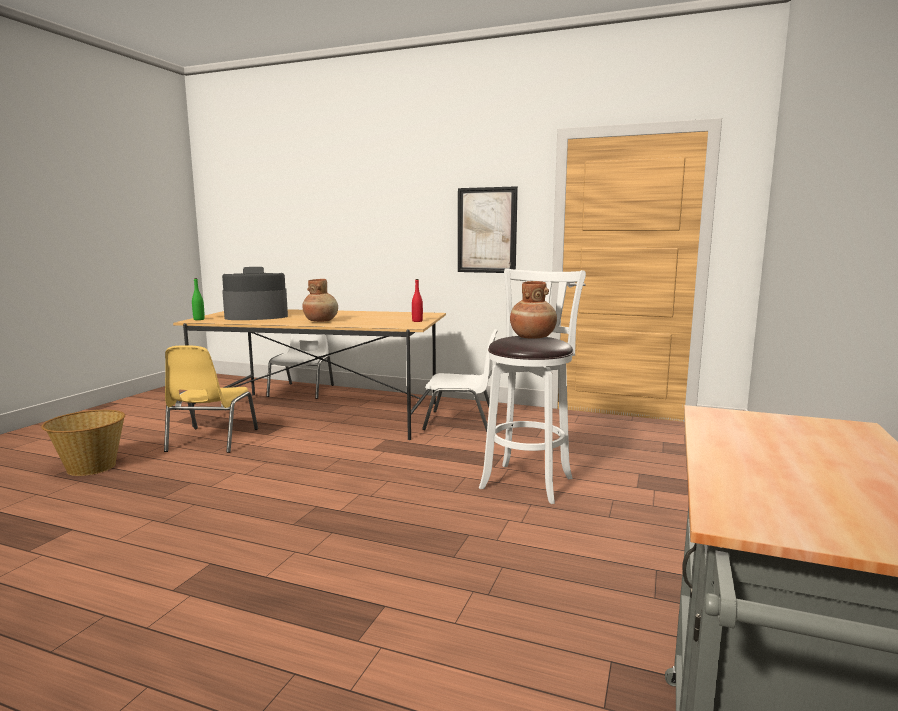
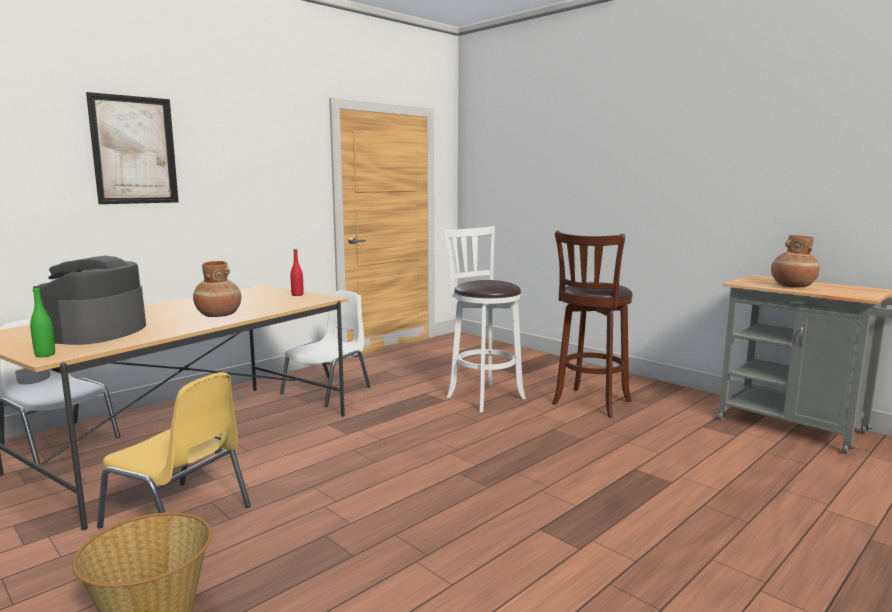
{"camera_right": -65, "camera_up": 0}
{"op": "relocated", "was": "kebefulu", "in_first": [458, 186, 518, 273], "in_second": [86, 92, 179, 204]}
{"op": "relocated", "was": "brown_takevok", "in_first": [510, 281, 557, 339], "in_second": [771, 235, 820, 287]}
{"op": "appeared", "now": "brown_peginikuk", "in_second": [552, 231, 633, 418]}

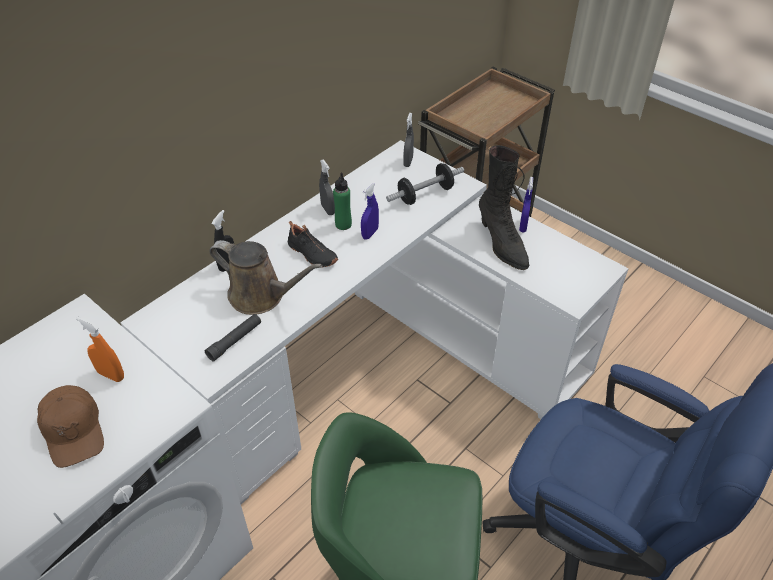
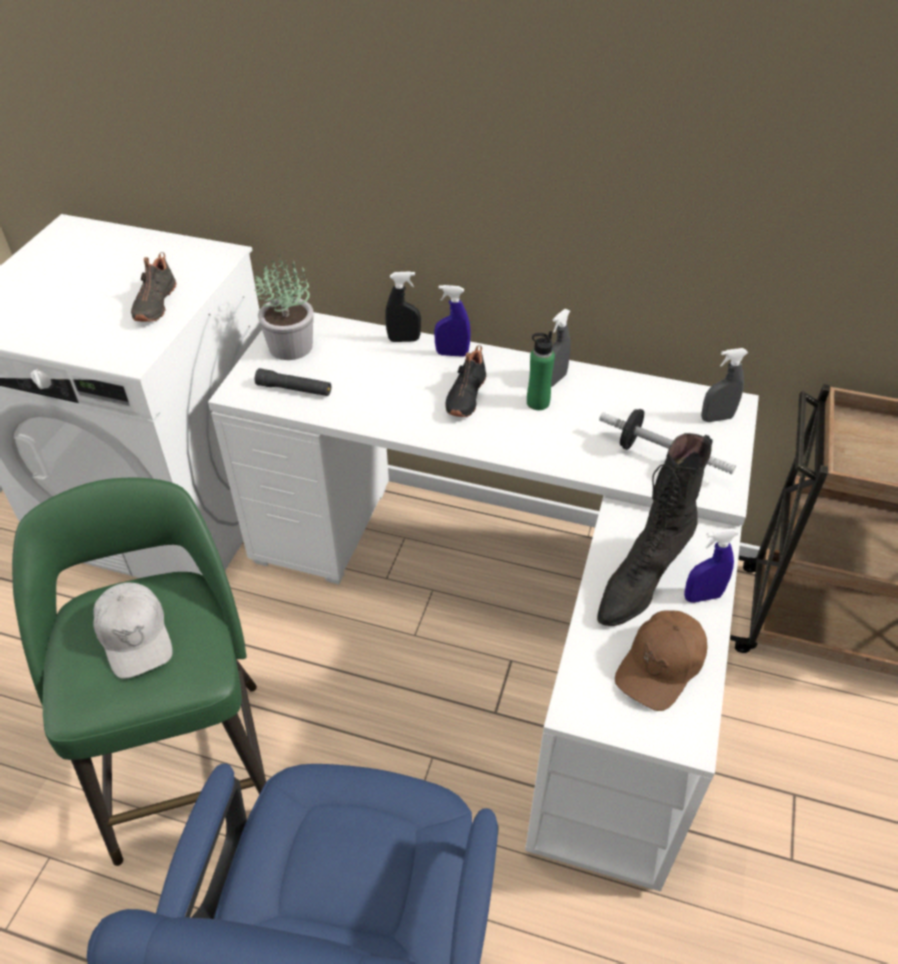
{"camera_right": 65, "camera_up": 0}
{"op": "relocated", "was": "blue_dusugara", "in_first": [361, 183, 379, 240], "in_second": [434, 285, 470, 357]}
{"op": "missing", "was": "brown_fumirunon", "in_first": [209, 240, 323, 315]}
{"op": "exchanged", "was": "orange_dusugara", "now": "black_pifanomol", "in_first": [76, 317, 124, 382], "in_second": [131, 252, 177, 322]}
{"op": "relocated", "was": "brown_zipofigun", "in_first": [37, 385, 104, 468], "in_second": [615, 611, 708, 711]}
{"op": "appeared", "now": "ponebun", "in_second": [254, 255, 313, 360]}
{"op": "appeared", "now": "white_zipofigun", "in_second": [93, 582, 173, 679]}

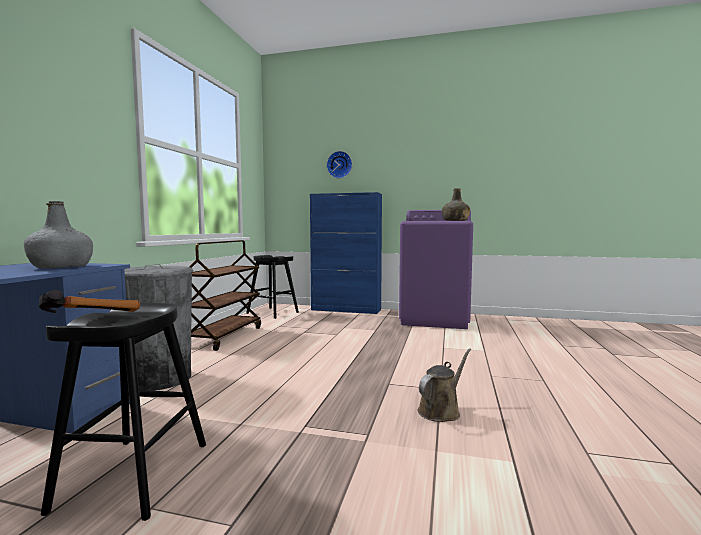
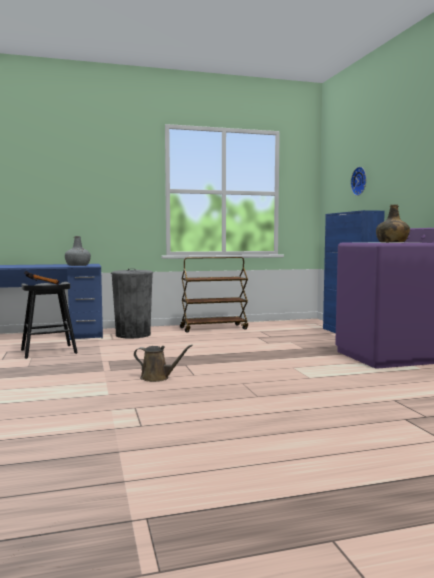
{"camera_right": 60, "camera_up": 0}
{"op": "missing", "was": "black_peginikuk", "in_first": [246, 255, 299, 319]}

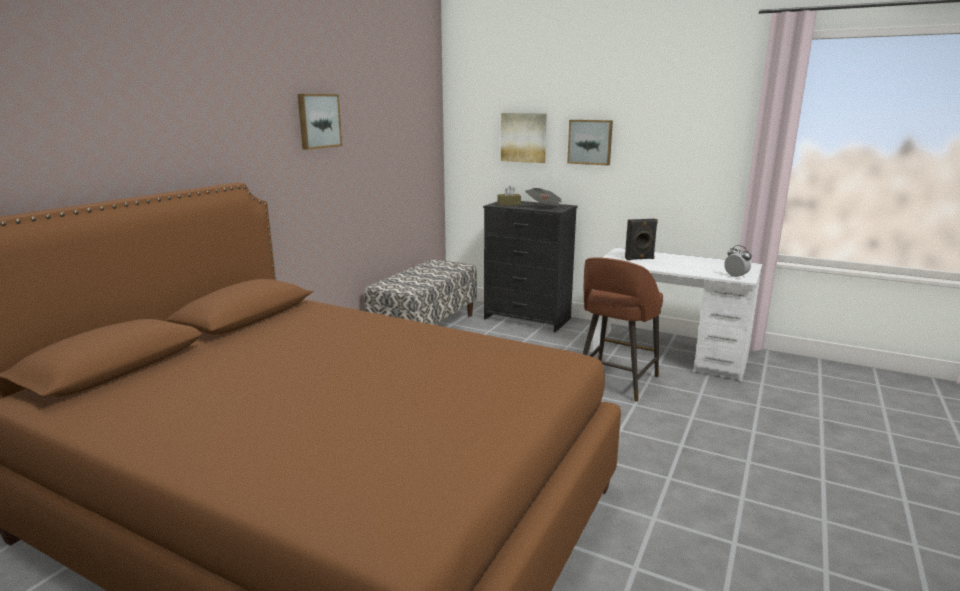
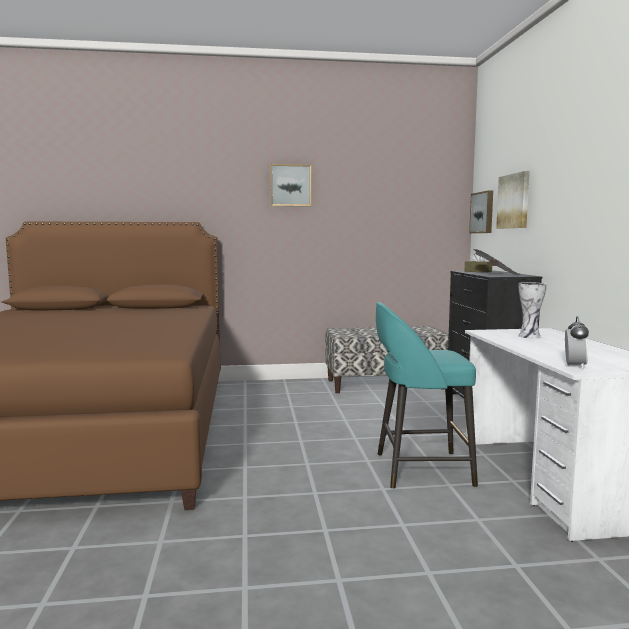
{"camera_right": 55, "camera_up": -10}
{"op": "relocated", "was": "kebefulu", "in_first": [567, 120, 613, 165], "in_second": [469, 190, 493, 233]}
{"op": "exchanged", "was": "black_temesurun", "now": "takevok", "in_first": [625, 219, 658, 260], "in_second": [518, 282, 547, 339]}
{"op": "colour", "was": "brown_peginikuk", "now": "turquoise_peginikuk", "in_first": [583, 257, 663, 402], "in_second": [376, 302, 478, 489]}

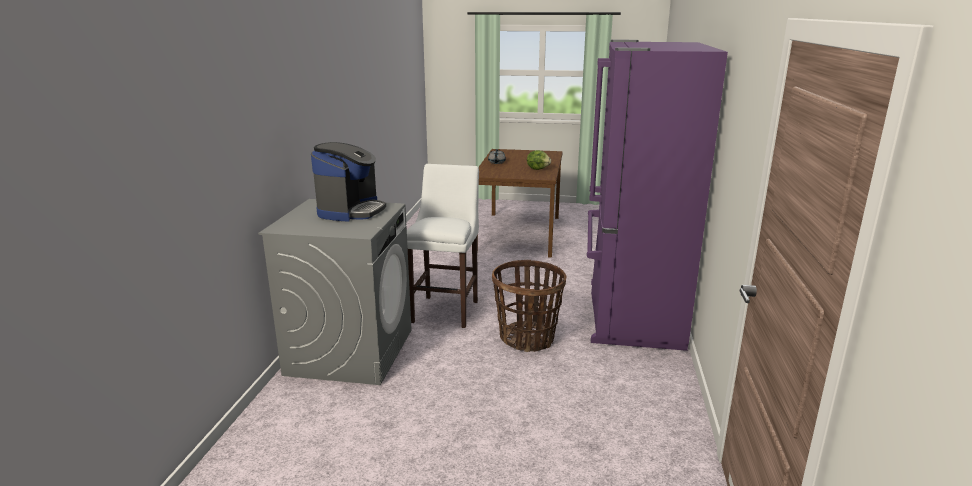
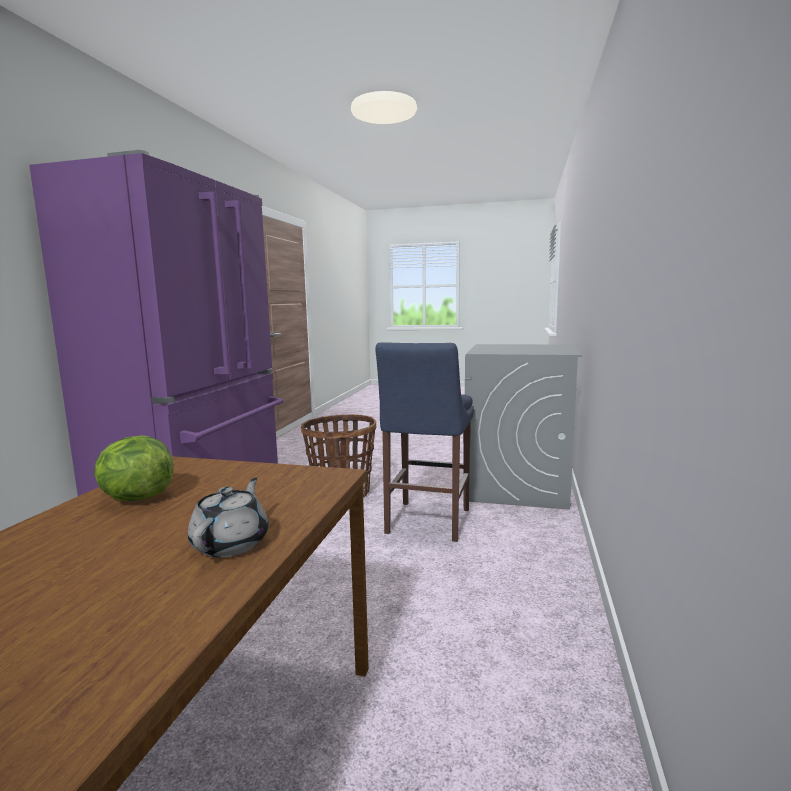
{"camera_right": -175, "camera_up": -10}
{"op": "missing", "was": "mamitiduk", "in_first": [311, 142, 386, 222]}
{"op": "colour", "was": "white_peginikuk", "now": "blue_peginikuk", "in_first": [407, 164, 479, 328], "in_second": [376, 342, 474, 542]}

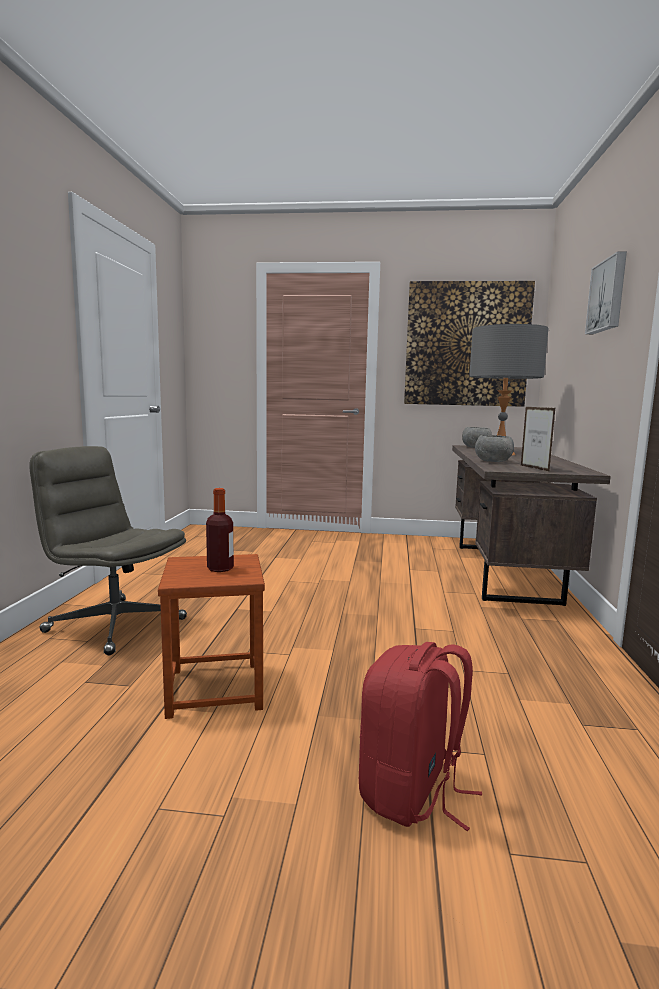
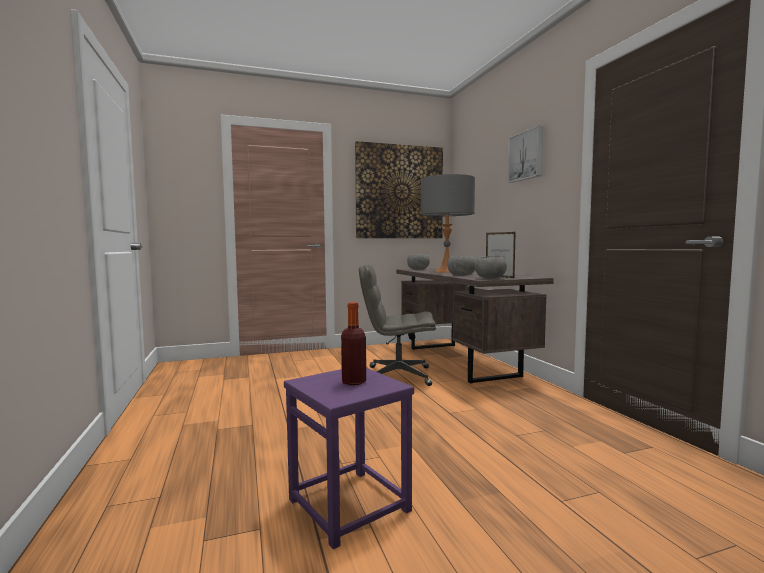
{"camera_right": -25, "camera_up": -5}
{"op": "relocated", "was": "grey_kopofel", "in_first": [29, 446, 187, 655], "in_second": [359, 265, 436, 386]}
{"op": "colour", "was": "brown_peginikuk", "now": "purple_peginikuk", "in_first": [158, 554, 265, 719], "in_second": [284, 368, 414, 549]}
{"op": "missing", "was": "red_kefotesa", "in_first": [359, 642, 482, 831]}
{"op": "appeared", "now": "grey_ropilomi", "in_second": [475, 256, 507, 279]}

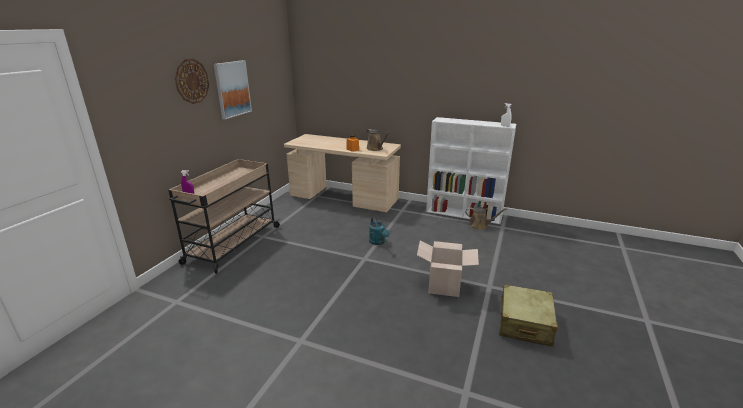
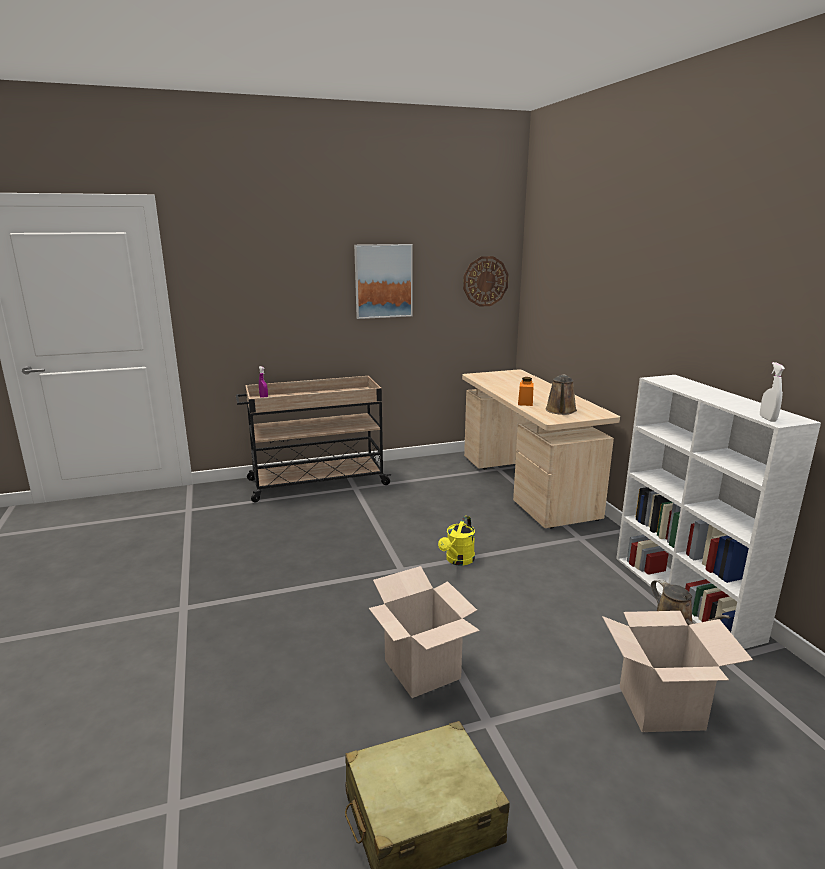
{"camera_right": 50, "camera_up": -5}
{"op": "relocated", "was": "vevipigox", "in_first": [175, 59, 209, 104], "in_second": [463, 256, 509, 307]}
{"op": "colour", "was": "turquoise_fumirunon", "now": "yellow_fumirunon", "in_first": [369, 217, 390, 245], "in_second": [438, 516, 475, 566]}
{"op": "appeared", "now": "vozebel", "in_second": [602, 611, 753, 732]}

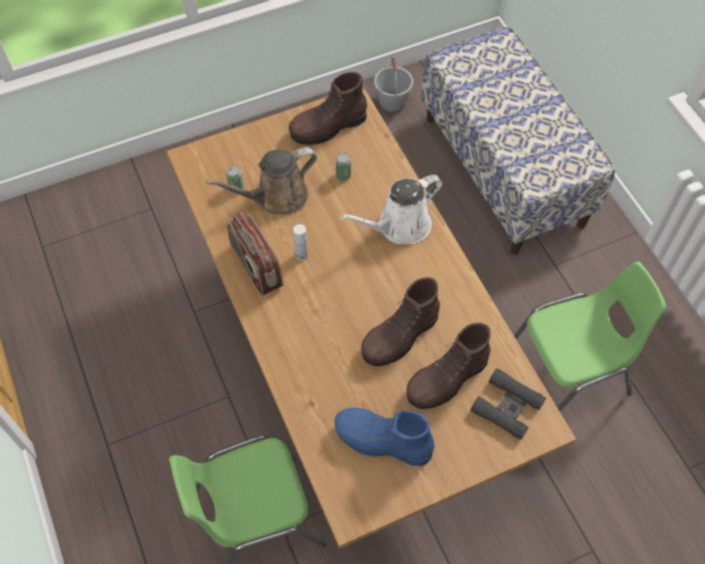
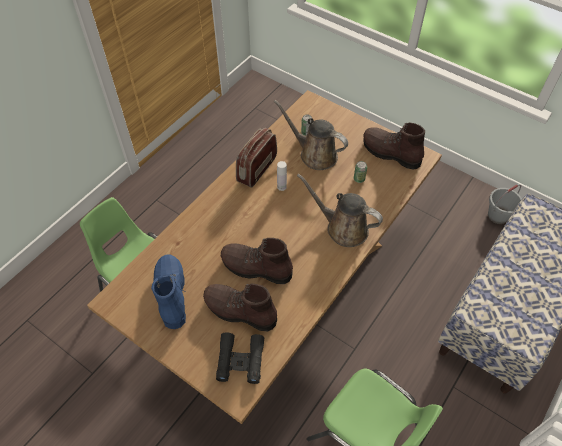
{"camera_right": 60, "camera_up": -5}
{"op": "colour", "was": "white_fumirunon", "now": "brown_fumirunon", "in_first": [340, 175, 443, 244], "in_second": [297, 173, 383, 247]}

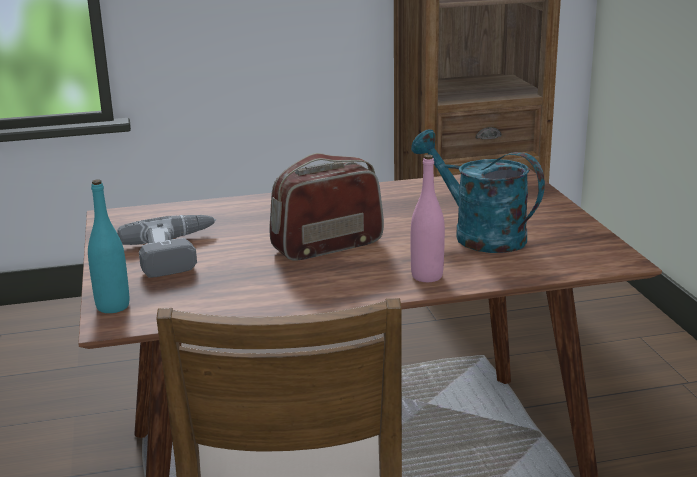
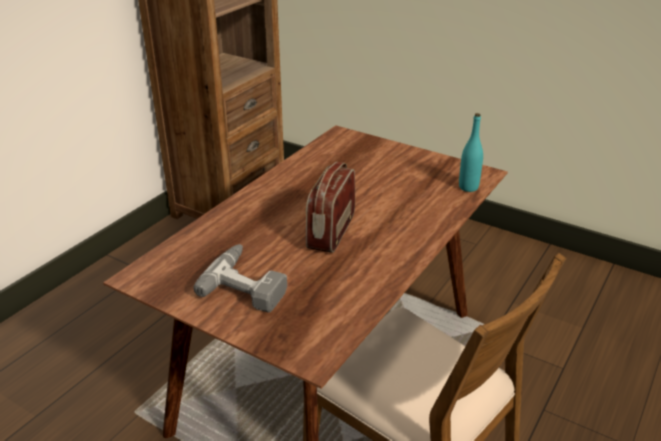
{"camera_right": -45, "camera_up": 10}
{"op": "missing", "was": "turquoise_fumirunon", "in_first": [411, 130, 545, 253]}
{"op": "missing", "was": "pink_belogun", "in_first": [411, 154, 445, 282]}
{"op": "relocated", "was": "turquoise_belogun", "in_first": [88, 179, 129, 313], "in_second": [459, 113, 483, 192]}

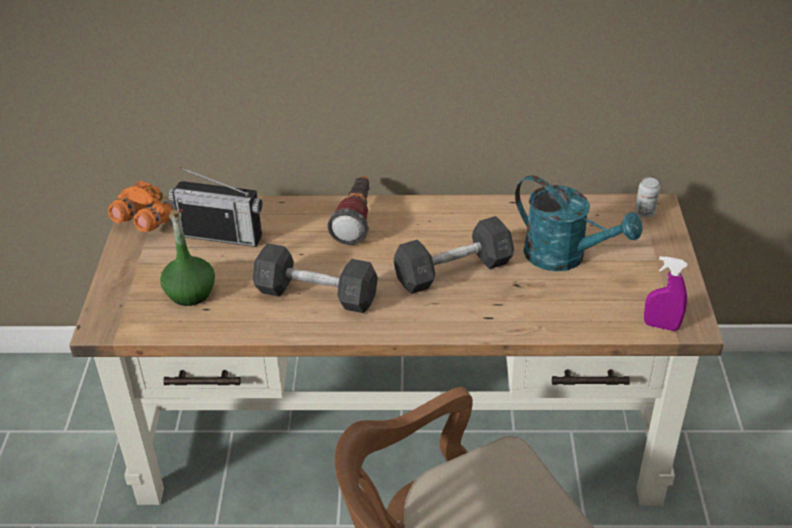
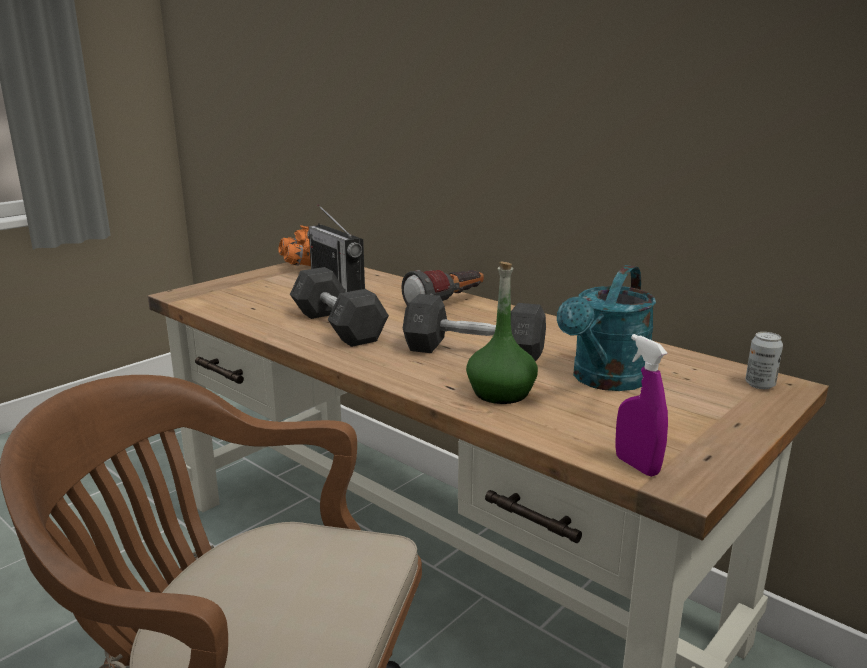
{"camera_right": 40, "camera_up": -20}
{"op": "spun", "was": "turquoise_fumirunon", "in_first": [515, 175, 643, 272], "in_second": [557, 265, 656, 391], "clockwise": 45}
{"op": "relocated", "was": "green_belogun", "in_first": [160, 210, 215, 306], "in_second": [466, 262, 538, 404]}

